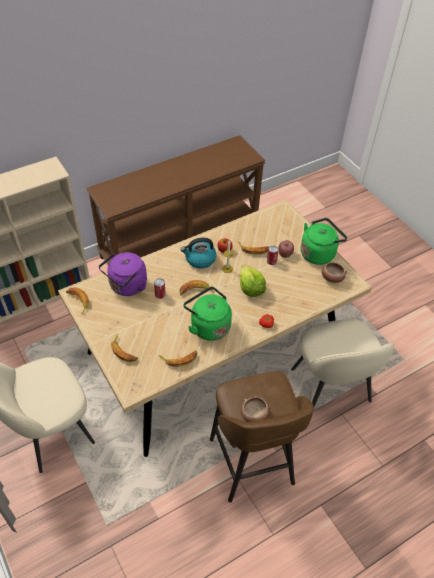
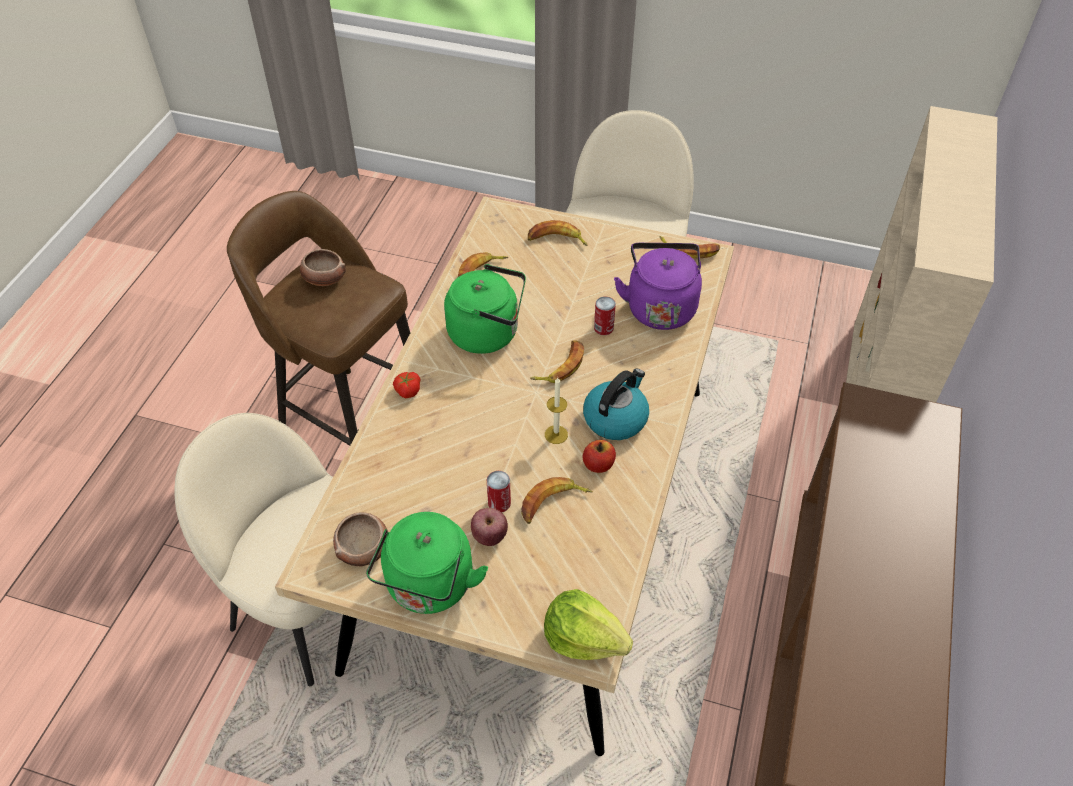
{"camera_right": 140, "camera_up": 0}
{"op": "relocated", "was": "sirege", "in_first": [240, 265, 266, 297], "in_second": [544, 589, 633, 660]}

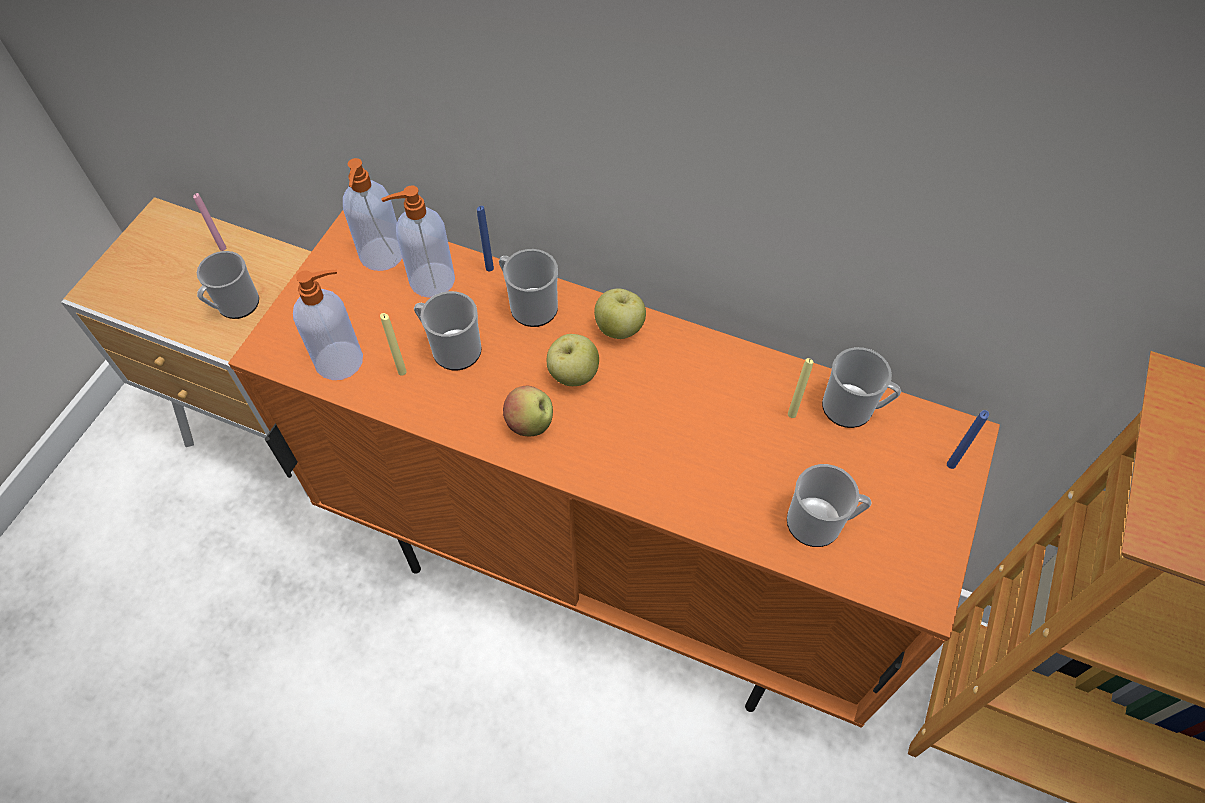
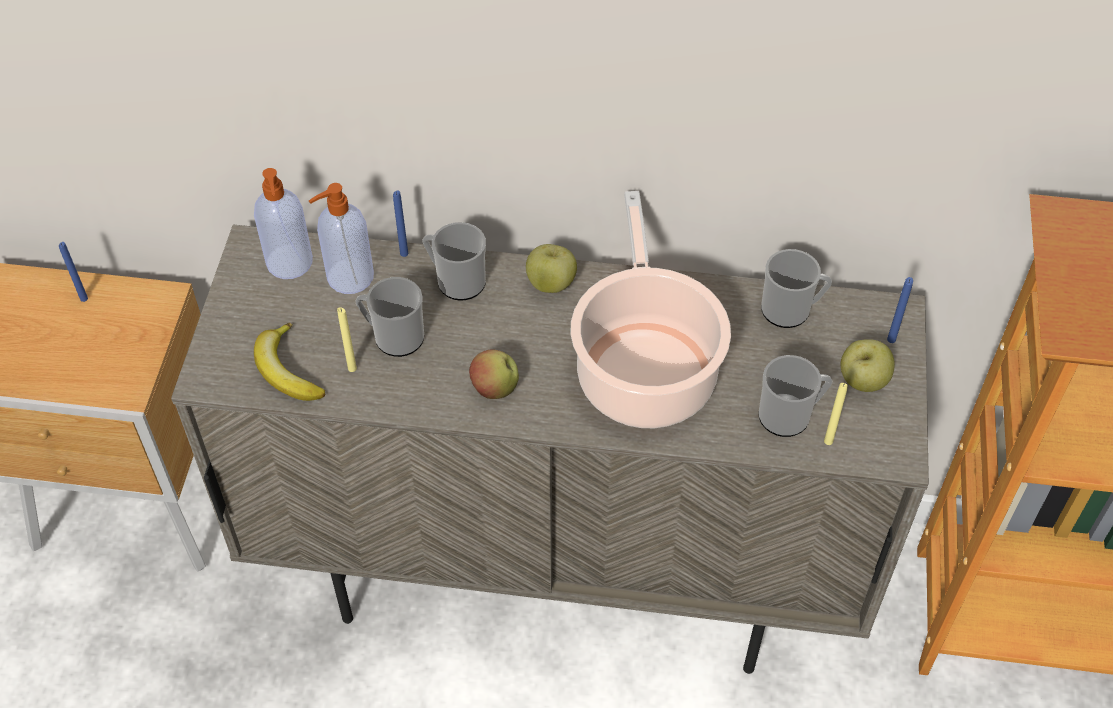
{"camera_right": -15, "camera_up": -5}
{"op": "colour", "was": "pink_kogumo", "now": "blue_kogumo", "in_first": [193, 193, 226, 251], "in_second": [59, 242, 88, 302]}
{"op": "colour", "was": "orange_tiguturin", "now": "beige_tiguturin", "in_first": [228, 210, 1000, 728], "in_second": [171, 224, 929, 674]}
{"op": "missing", "was": "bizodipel", "in_first": [197, 251, 259, 319]}
{"op": "exchanged", "was": "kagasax", "now": "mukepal", "in_first": [293, 270, 363, 380], "in_second": [254, 323, 326, 401]}
{"op": "relocated", "was": "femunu", "in_first": [547, 334, 599, 386], "in_second": [840, 339, 895, 392]}
{"op": "relocated", "was": "yellow_kogumo", "in_first": [788, 358, 814, 418], "in_second": [824, 383, 848, 445]}
{"op": "appeared", "now": "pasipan", "in_second": [570, 191, 731, 428]}

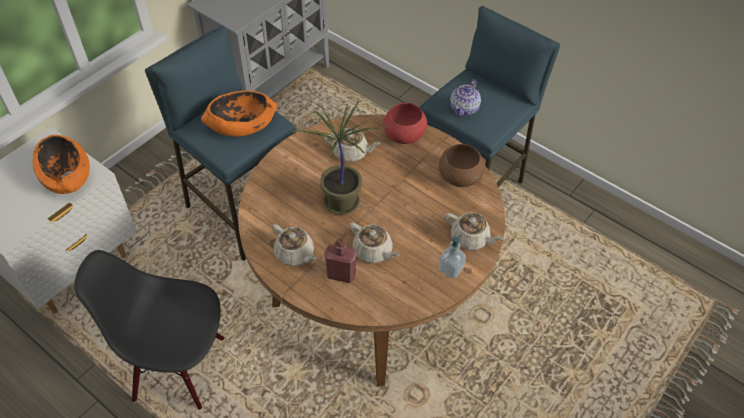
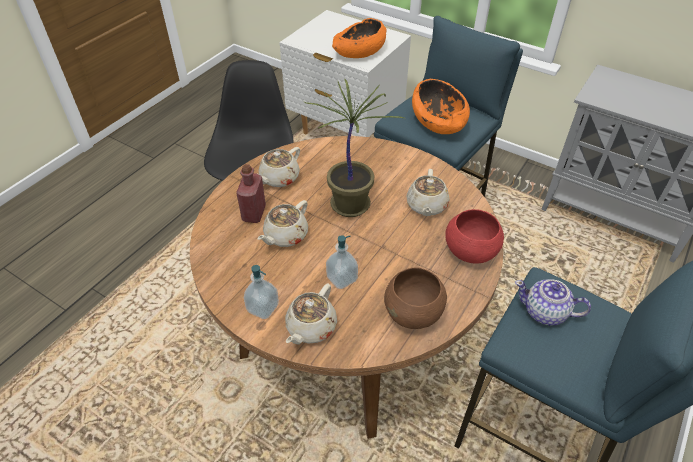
{"camera_right": 85, "camera_up": -5}
{"op": "appeared", "now": "kagasax", "in_second": [326, 235, 358, 289]}

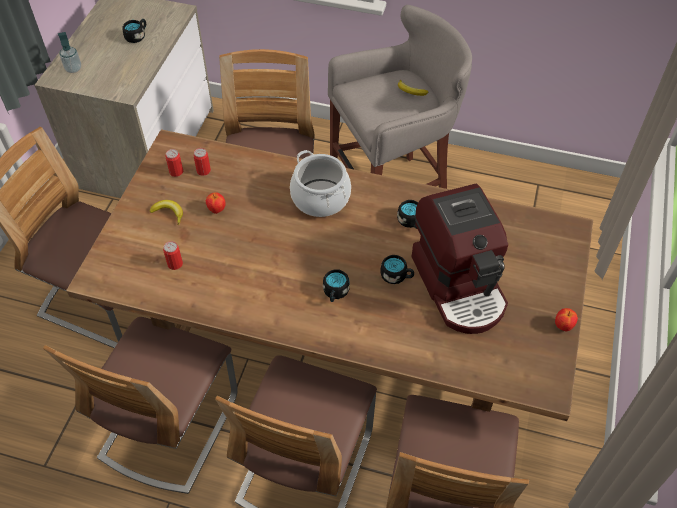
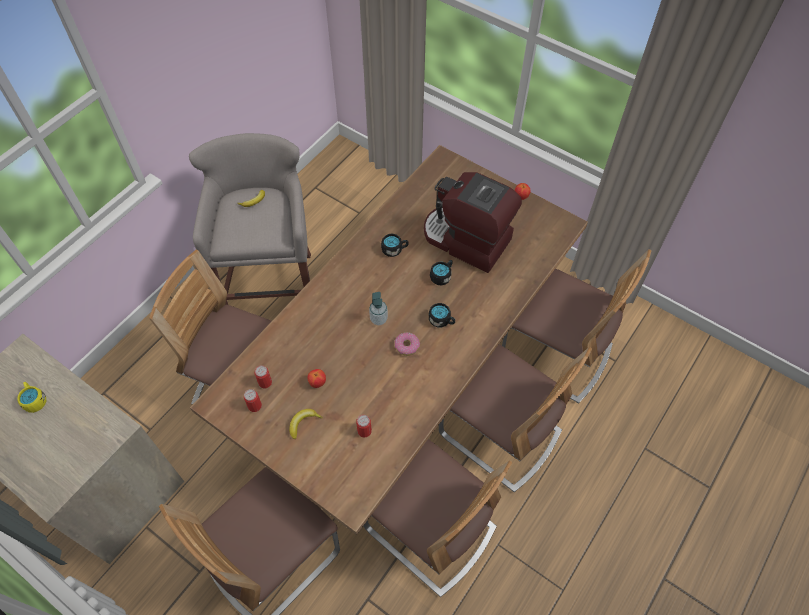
{"camera_right": -70, "camera_up": 5}
{"op": "colour", "was": "black_bizodipel", "now": "yellow_bizodipel", "in_first": [122, 19, 146, 43], "in_second": [17, 382, 46, 413]}
{"op": "relocated", "was": "kagasax", "in_first": [58, 32, 81, 73], "in_second": [369, 292, 388, 325]}
{"op": "missing", "was": "pasipan", "in_first": [290, 150, 351, 217]}
{"op": "spun", "was": "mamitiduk", "in_first": [412, 184, 508, 334], "in_second": [424, 172, 522, 273], "clockwise": -150}
{"op": "appeared", "now": "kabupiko", "in_second": [394, 332, 420, 356]}

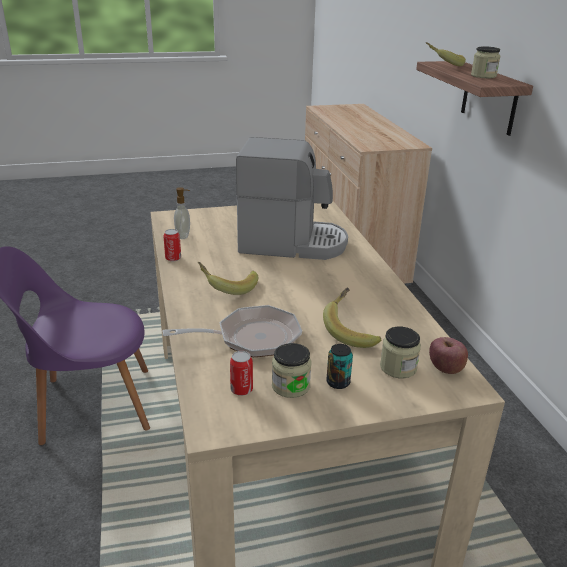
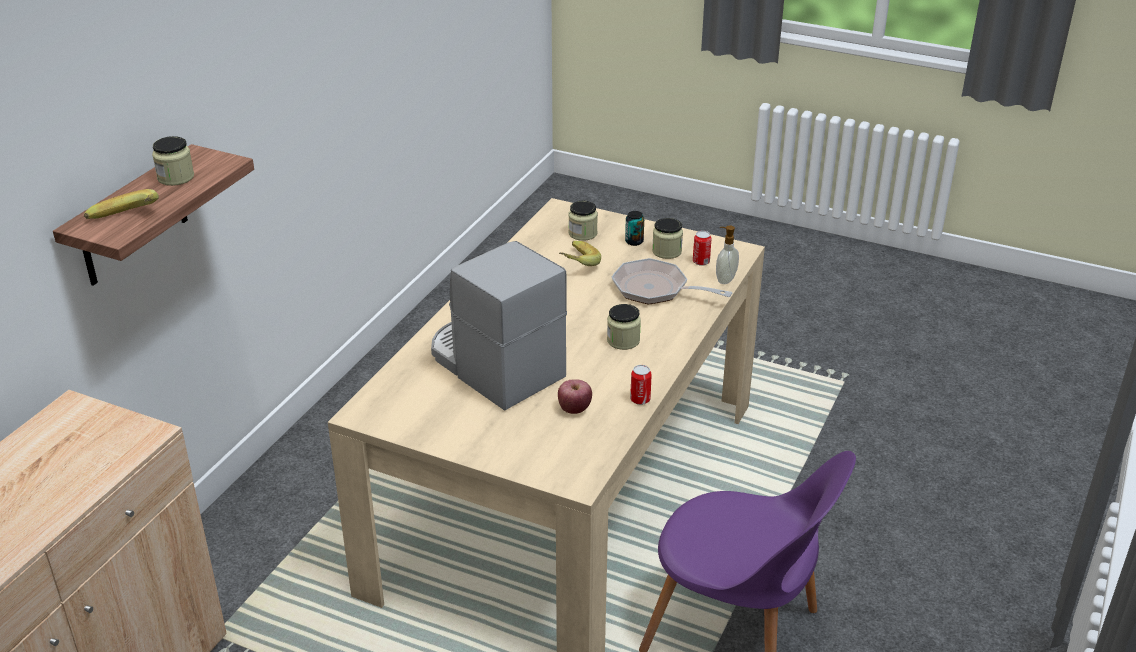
{"camera_right": -140, "camera_up": 5}
{"op": "relocated", "was": "kagasax", "in_first": [174, 187, 190, 239], "in_second": [716, 226, 739, 284]}
{"op": "exchanged", "was": "mukepal", "now": "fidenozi", "in_first": [198, 262, 258, 295], "in_second": [607, 304, 641, 350]}
{"op": "relocated", "was": "femunu", "in_first": [429, 337, 468, 374], "in_second": [558, 379, 592, 414]}

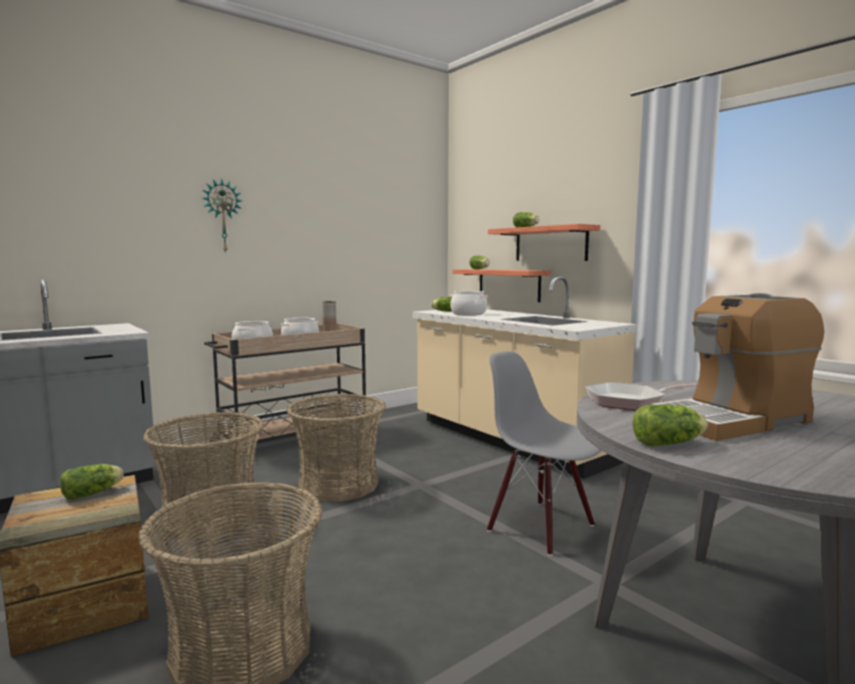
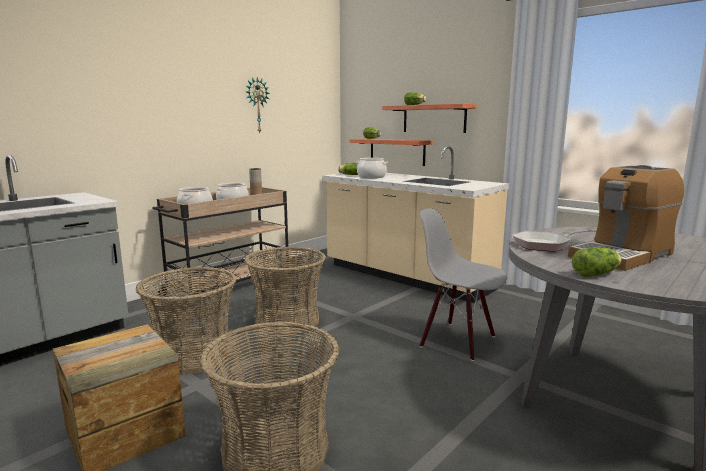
{"camera_right": -10, "camera_up": 5}
{"op": "relocated", "was": "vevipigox", "in_first": [202, 179, 242, 254], "in_second": [246, 77, 270, 133]}
{"op": "missing", "was": "sirege", "in_first": [60, 464, 123, 500]}

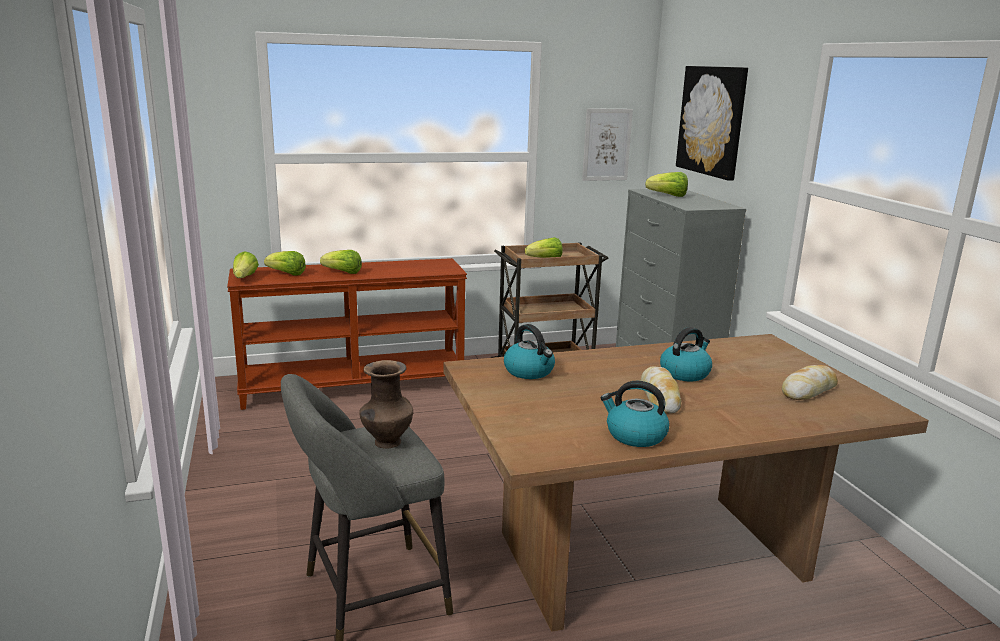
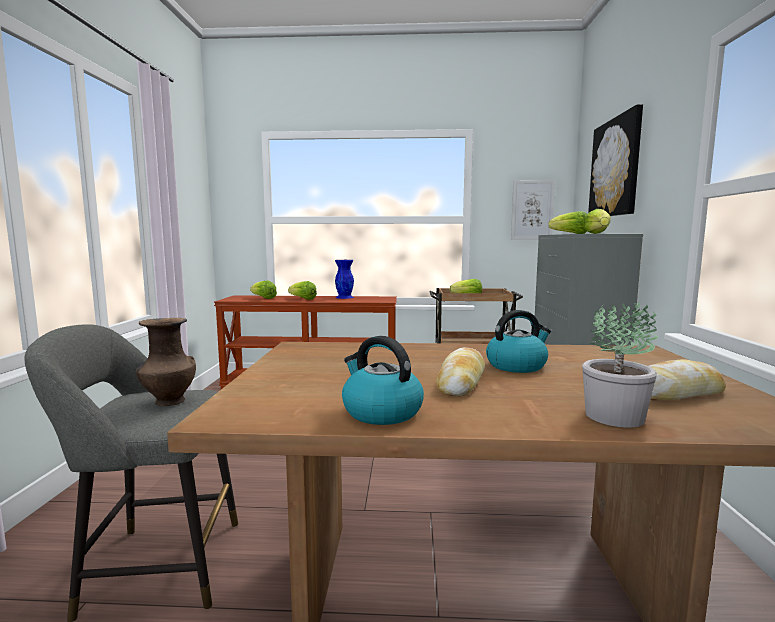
{"camera_right": 20, "camera_up": -10}
{"op": "relocated", "was": "sirege", "in_first": [233, 251, 259, 278], "in_second": [584, 209, 611, 234]}
{"op": "missing", "was": "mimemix", "in_first": [504, 324, 555, 379]}
{"op": "appeared", "now": "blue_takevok", "in_second": [335, 260, 354, 299]}
{"op": "appeared", "now": "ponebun", "in_second": [582, 302, 658, 428]}

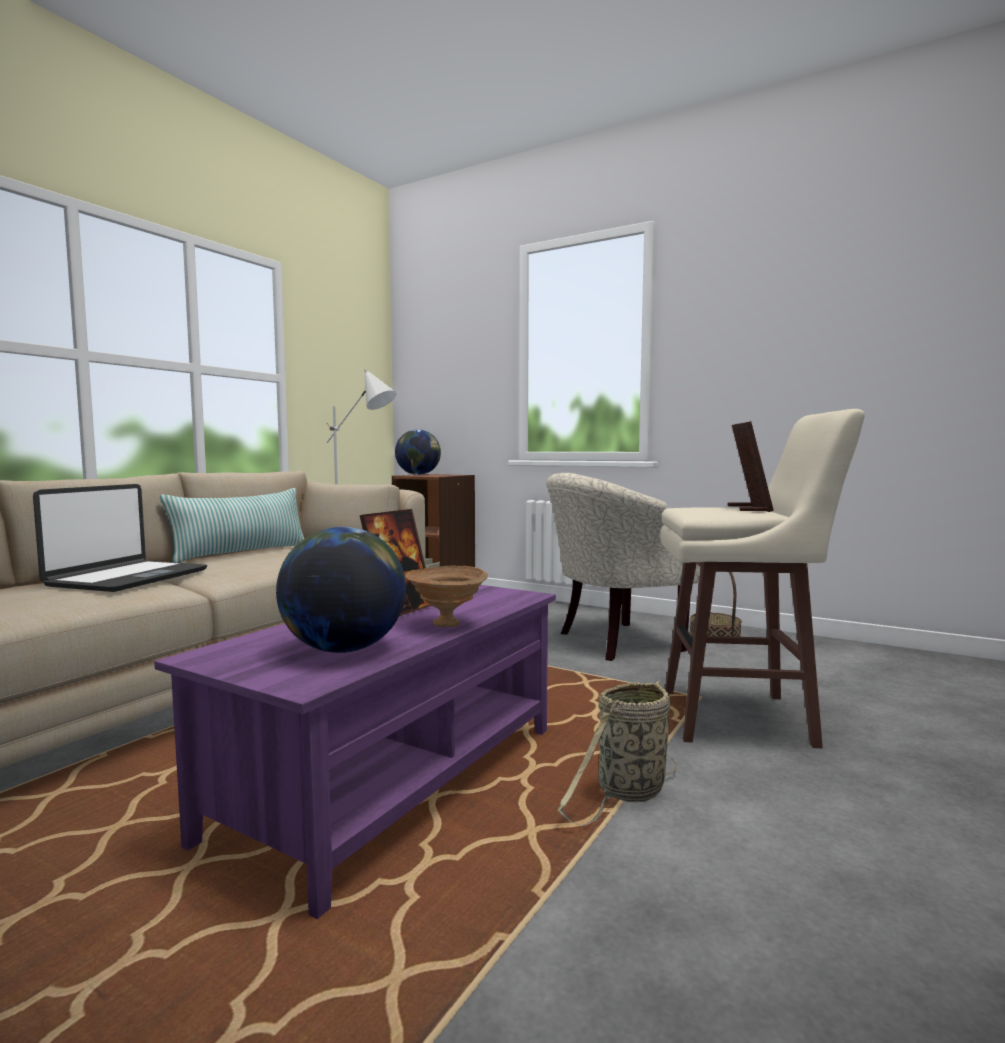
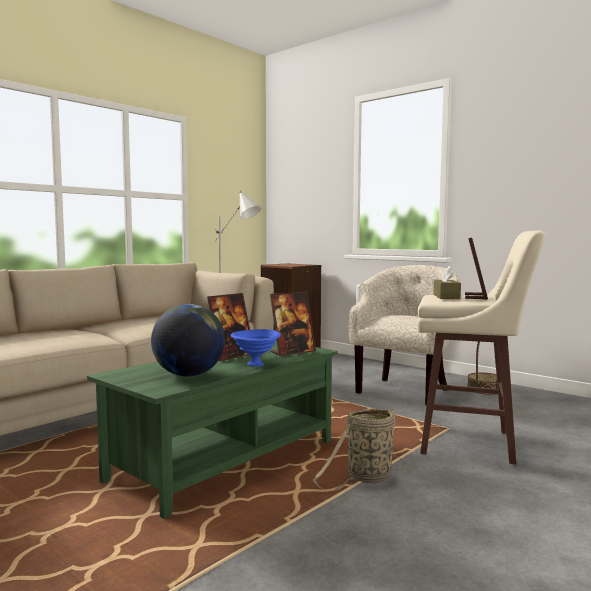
{"camera_right": 10, "camera_up": 0}
{"op": "missing", "was": "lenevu", "in_first": [395, 429, 441, 475]}
{"op": "spun", "was": "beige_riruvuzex", "in_first": [546, 473, 701, 661], "in_second": [348, 265, 460, 405], "clockwise": 135}
{"op": "missing", "was": "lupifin", "in_first": [33, 484, 207, 592]}
{"op": "missing", "was": "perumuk", "in_first": [160, 488, 304, 563]}
{"op": "colour", "was": "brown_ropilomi", "now": "blue_ropilomi", "in_first": [405, 566, 488, 627], "in_second": [230, 329, 281, 367]}
{"op": "colour", "was": "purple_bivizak", "now": "green_bivizak", "in_first": [154, 585, 556, 919], "in_second": [87, 341, 338, 519]}
{"op": "appeared", "now": "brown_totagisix", "in_second": [434, 266, 461, 299]}
{"op": "appeared", "now": "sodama", "in_second": [270, 291, 316, 356]}

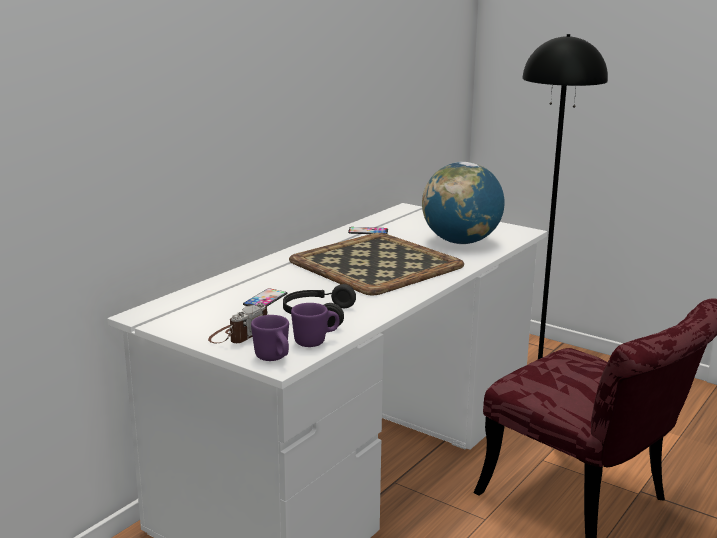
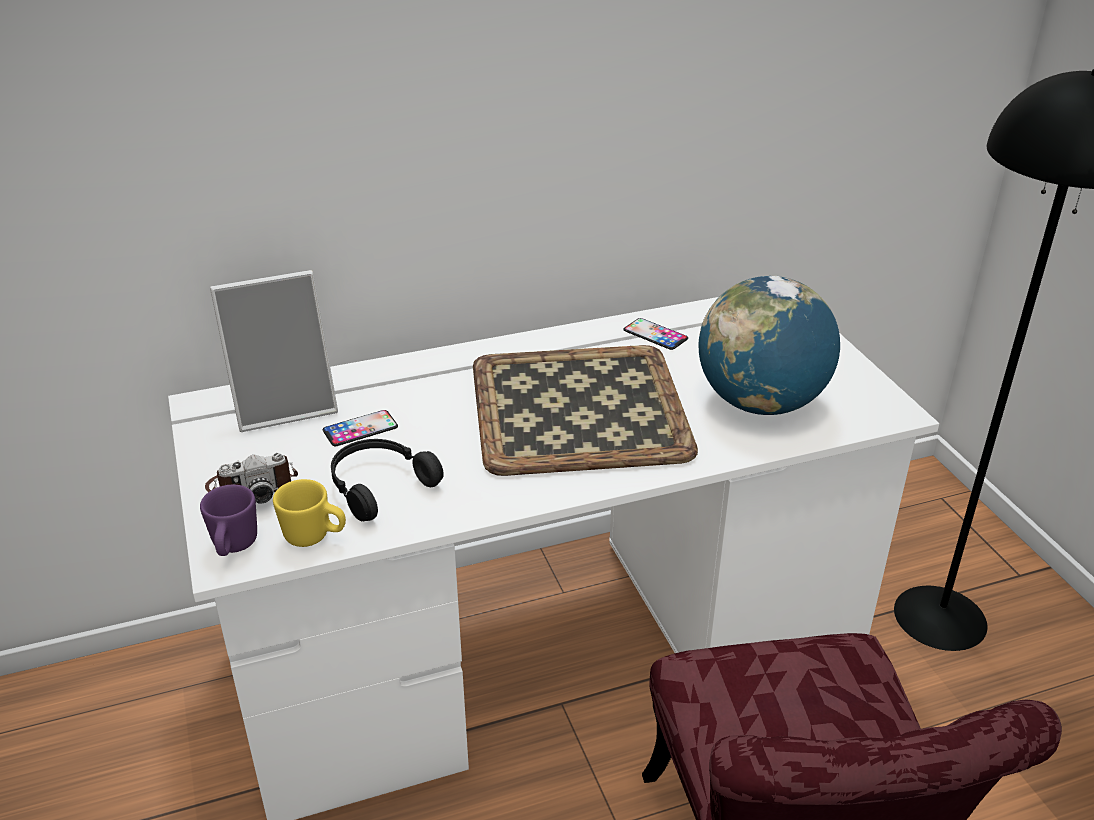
{"camera_right": 35, "camera_up": 15}
{"op": "colour", "was": "purple_bizodipel", "now": "yellow_bizodipel", "in_first": [291, 303, 340, 347], "in_second": [273, 479, 346, 547]}
{"op": "appeared", "now": "sodama", "in_second": [210, 270, 338, 432]}

